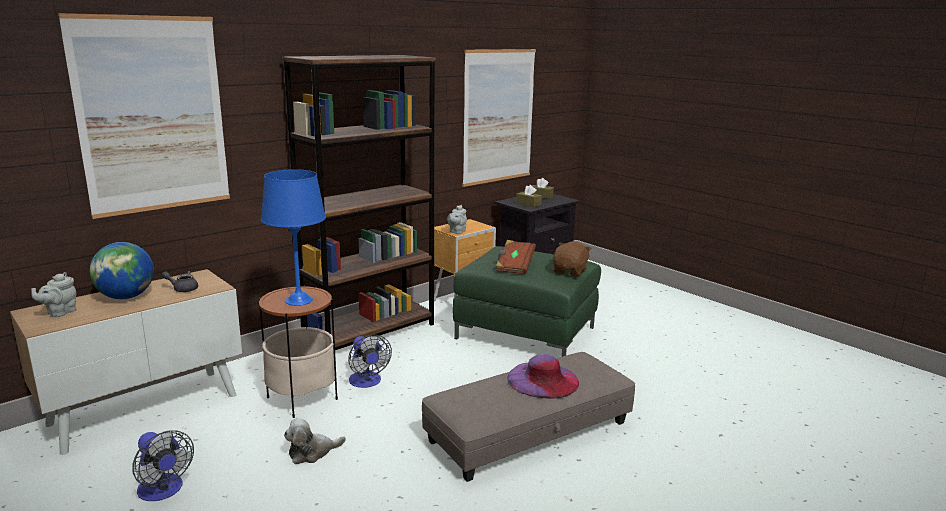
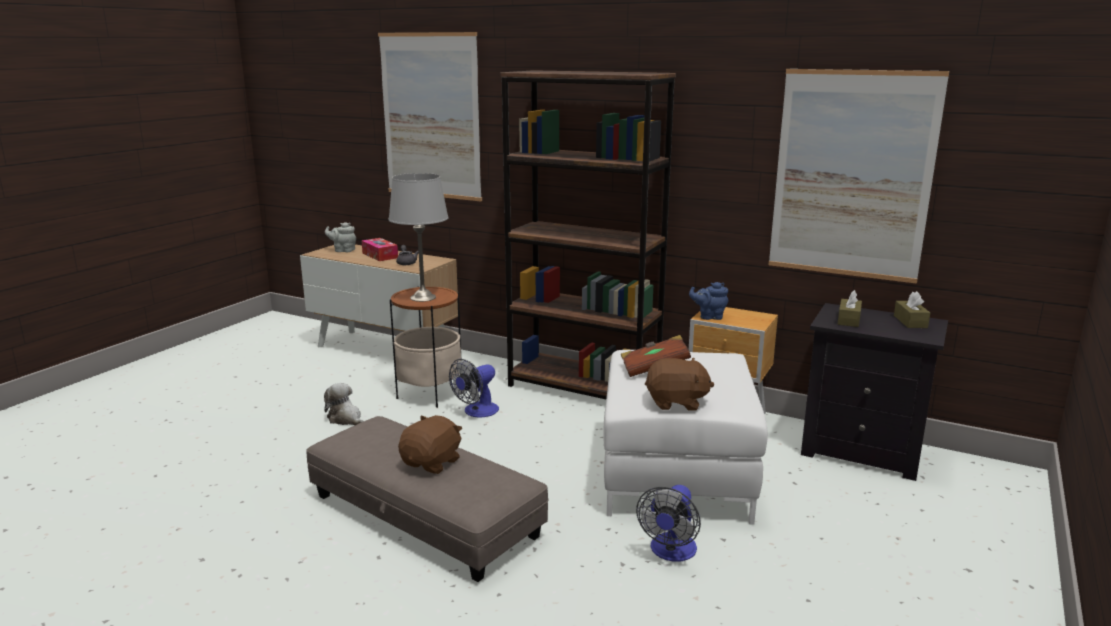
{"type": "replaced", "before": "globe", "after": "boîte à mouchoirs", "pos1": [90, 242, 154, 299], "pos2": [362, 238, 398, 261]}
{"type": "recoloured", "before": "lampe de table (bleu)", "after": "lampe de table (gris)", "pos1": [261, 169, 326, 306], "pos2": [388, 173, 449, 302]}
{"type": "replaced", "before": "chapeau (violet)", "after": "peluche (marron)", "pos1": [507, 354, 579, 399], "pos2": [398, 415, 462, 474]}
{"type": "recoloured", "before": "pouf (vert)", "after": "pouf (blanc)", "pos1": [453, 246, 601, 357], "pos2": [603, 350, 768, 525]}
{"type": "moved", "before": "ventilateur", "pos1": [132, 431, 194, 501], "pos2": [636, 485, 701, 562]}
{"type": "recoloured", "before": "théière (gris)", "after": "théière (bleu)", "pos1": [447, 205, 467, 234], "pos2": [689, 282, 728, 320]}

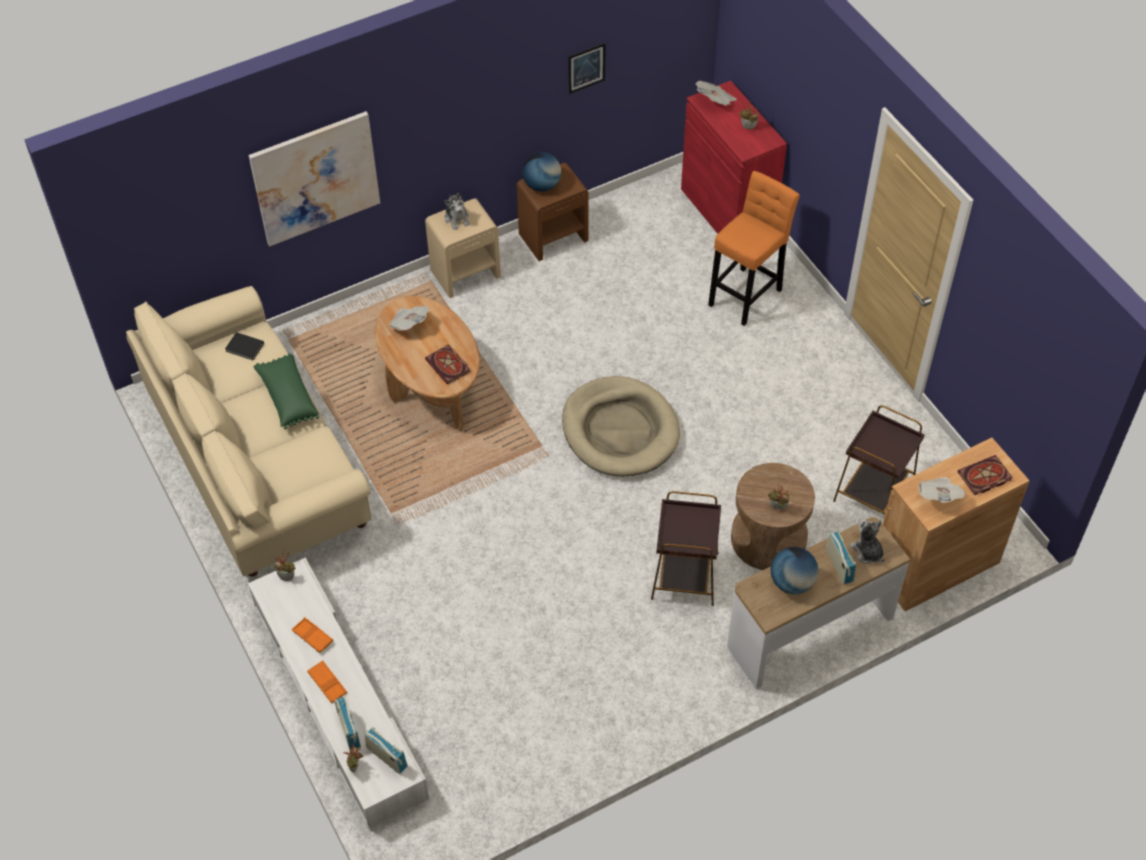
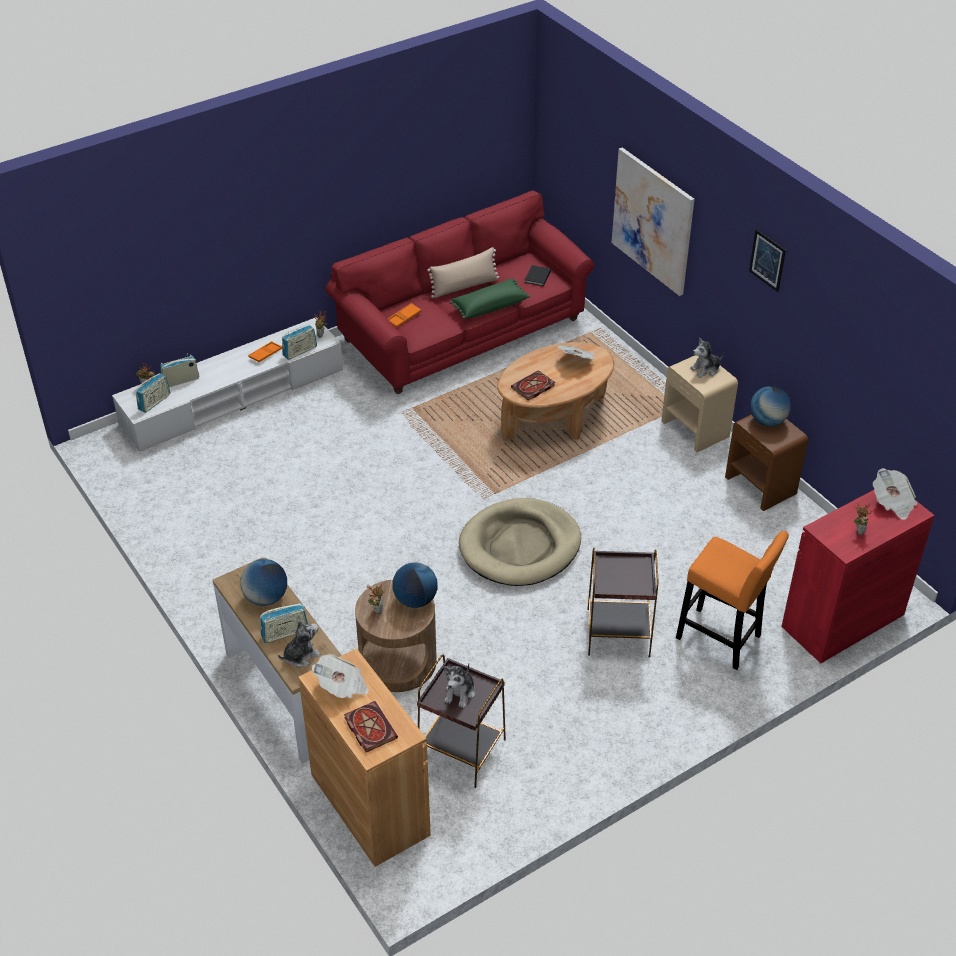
{"type": "added", "after": "radio", "pos2": [282, 325, 317, 360]}
{"type": "recoloured", "before": "canapé (beige)", "after": "canapé (rouge)", "pos1": [126, 286, 371, 577], "pos2": [325, 191, 594, 394]}
{"type": "moved", "before": "plateau (orange)", "pos1": [307, 660, 347, 703], "pos2": [388, 303, 421, 327]}
{"type": "added", "after": "globe", "pos2": [392, 562, 438, 608]}
{"type": "added", "after": "coussin (beige)", "pos2": [427, 247, 499, 298]}
{"type": "added", "after": "peluche", "pos2": [443, 663, 476, 708]}
{"type": "moved", "before": "table d'appoint (marron)", "pos1": [651, 491, 721, 606], "pos2": [587, 548, 658, 658]}
{"type": "moved", "before": "tableau", "pos1": [568, 43, 606, 94], "pos2": [749, 229, 786, 292]}

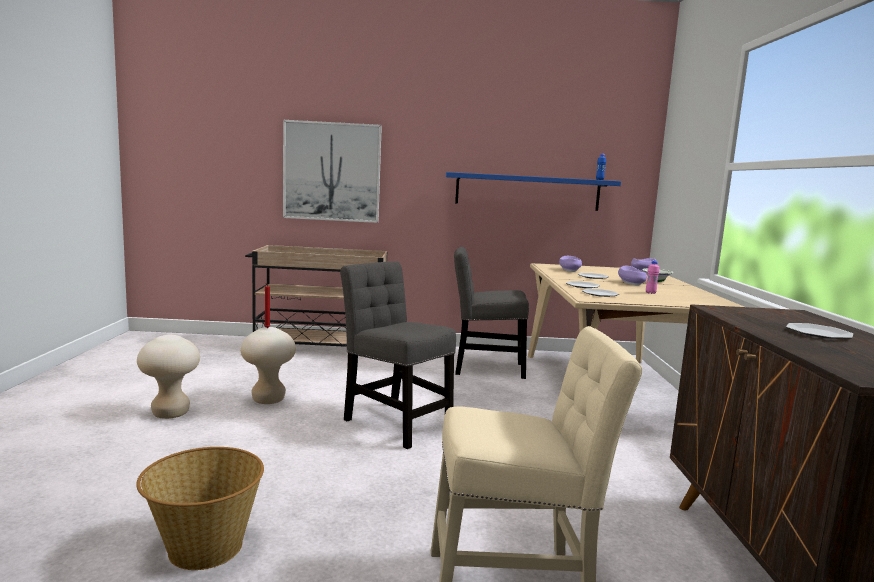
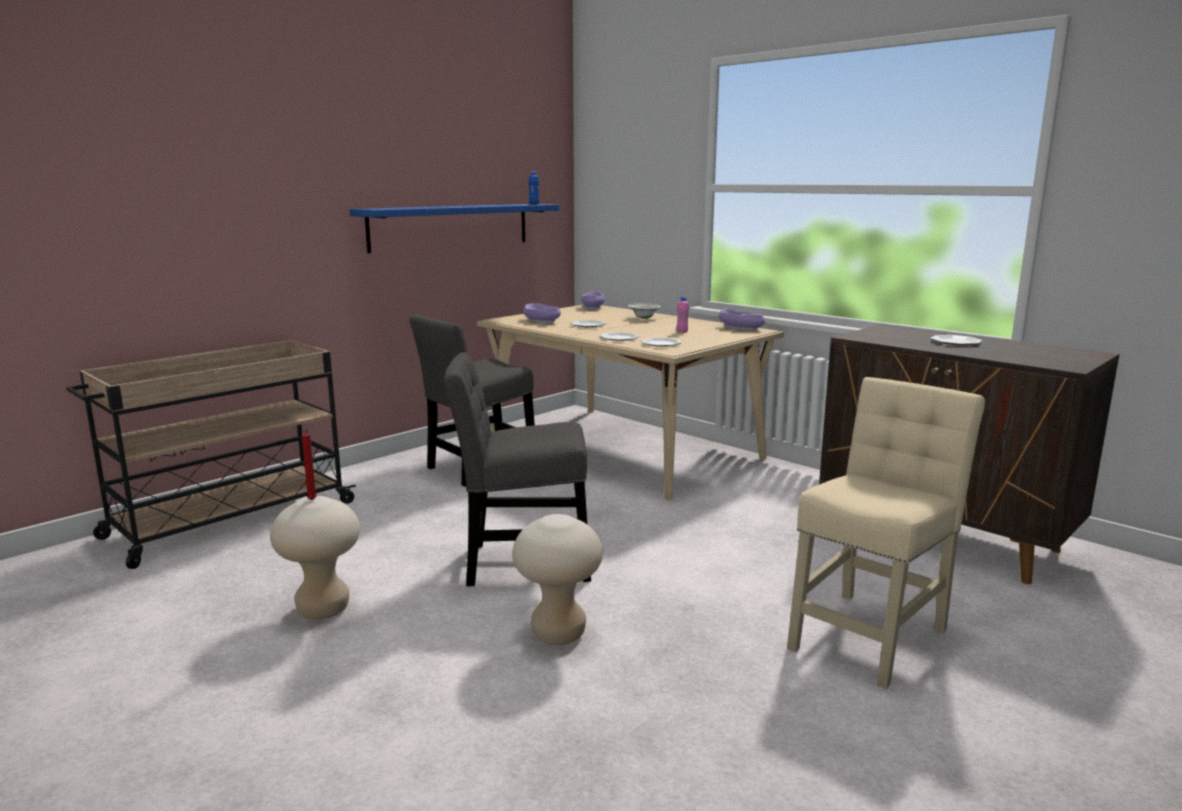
{"type": "moved", "before": "tabouret (beige)", "pos1": [137, 335, 200, 419], "pos2": [512, 514, 603, 645]}
{"type": "moved", "before": "bol (violet)", "pos1": [618, 265, 647, 286], "pos2": [718, 309, 765, 330]}
{"type": "removed", "before": "panier", "pos1": [136, 447, 264, 570]}
{"type": "removed", "before": "tableau", "pos1": [283, 120, 382, 223]}

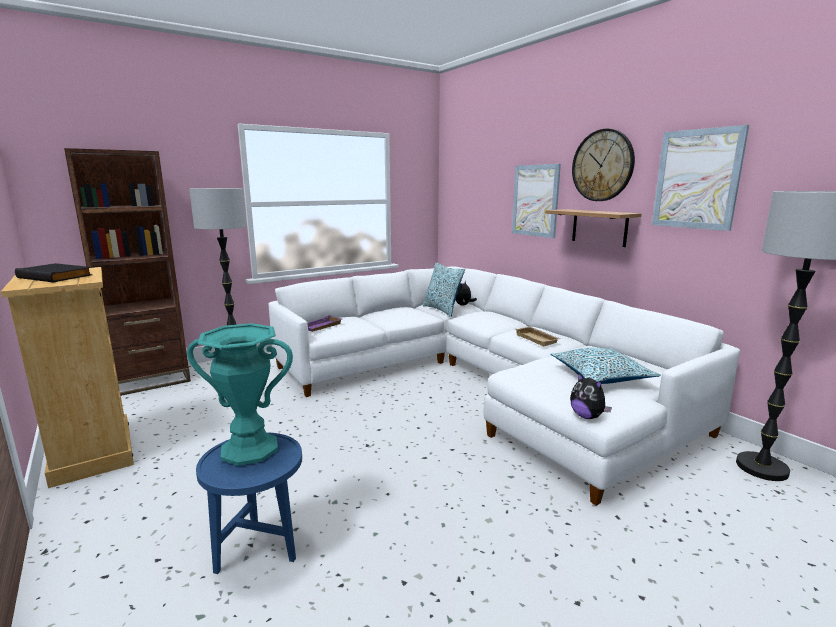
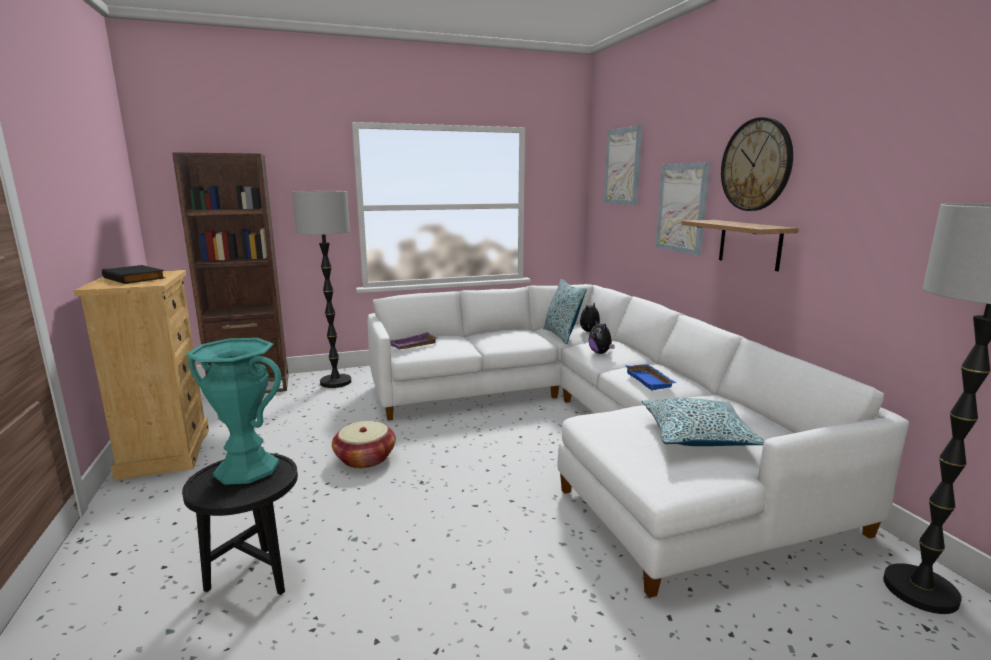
{"type": "recoloured", "before": "table d'appoint (bleu)", "after": "table d'appoint (noir)", "pos1": [196, 433, 302, 574], "pos2": [182, 453, 298, 595]}
{"type": "added", "after": "panier", "pos2": [332, 421, 396, 468]}
{"type": "moved", "before": "peluche", "pos1": [570, 372, 612, 419], "pos2": [589, 320, 615, 354]}
{"type": "moved", "before": "tableau", "pos1": [652, 125, 749, 231], "pos2": [604, 125, 642, 205]}
{"type": "recoloured", "before": "plateau (beige)", "after": "plateau (bleu)", "pos1": [515, 327, 560, 346], "pos2": [625, 364, 676, 390]}

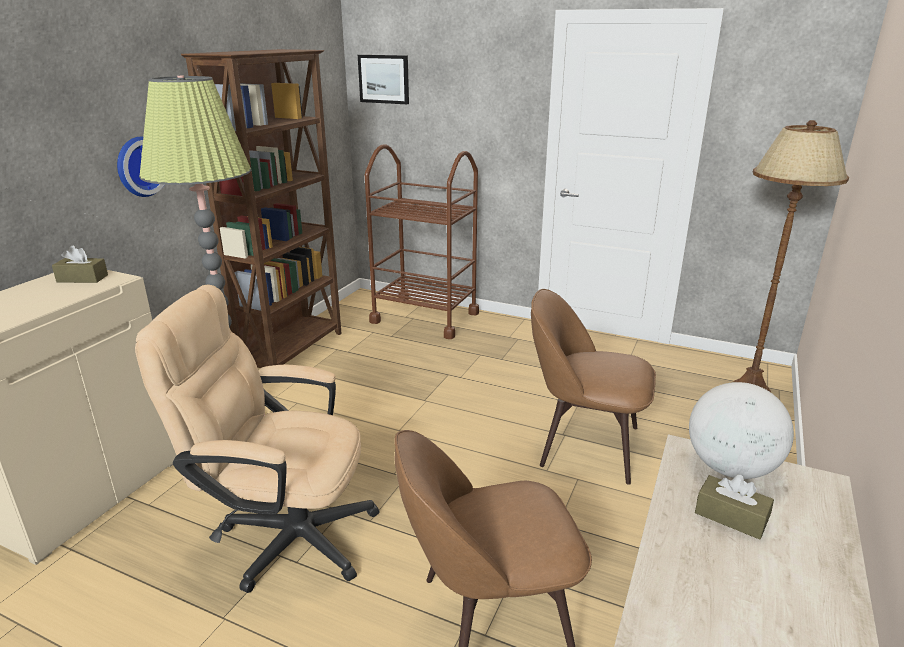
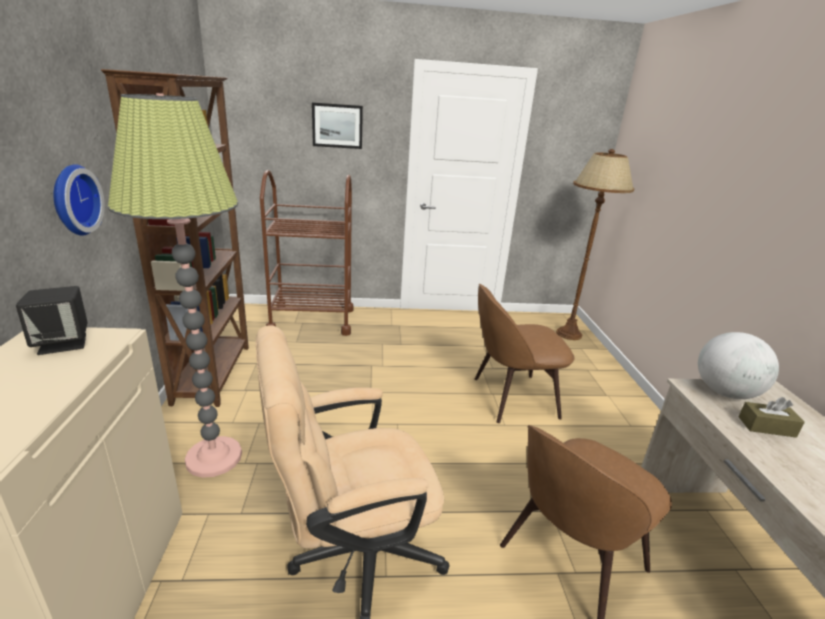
{"type": "replaced", "before": "boîte à mouchoirs (marron)", "after": "enceinte (noir)", "pos1": [52, 246, 108, 283], "pos2": [16, 286, 87, 355]}
{"type": "moved", "before": "tableau", "pos1": [358, 55, 409, 104], "pos2": [312, 103, 363, 149]}

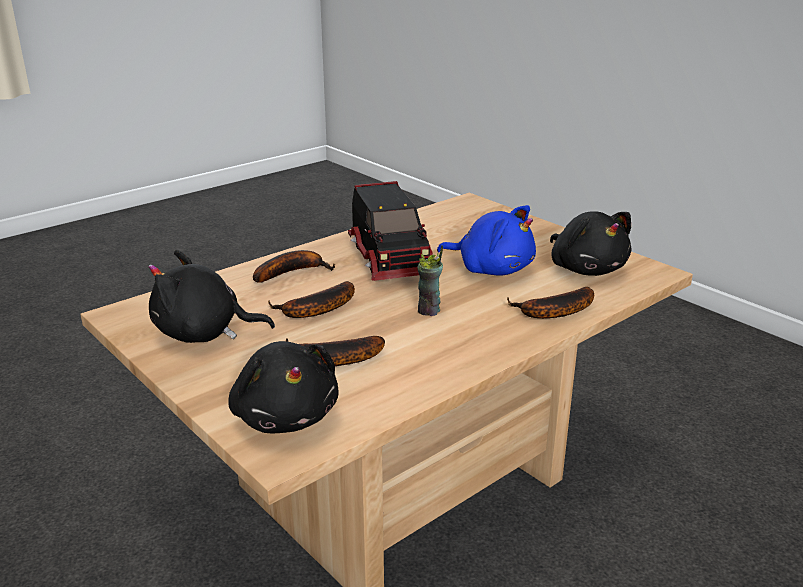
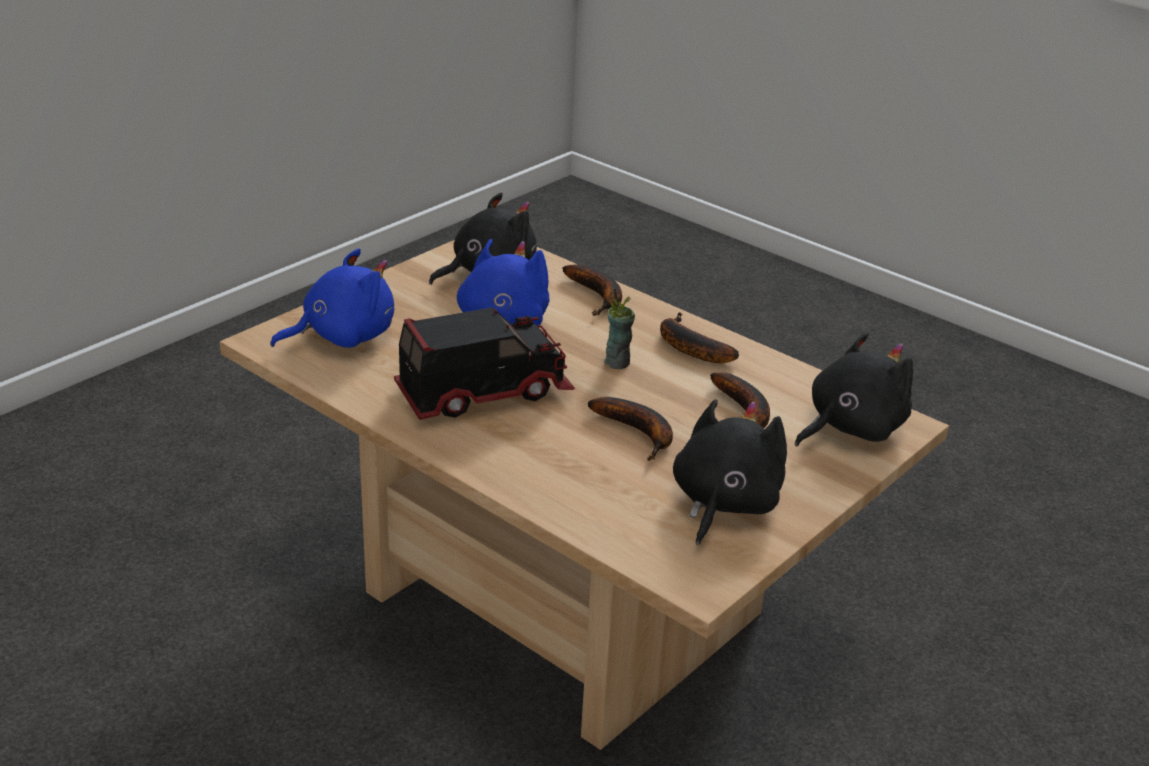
{"type": "added", "after": "peluche (bleu)", "pos2": [270, 248, 394, 348]}
{"type": "moved", "before": "banane", "pos1": [253, 250, 335, 283], "pos2": [660, 312, 739, 363]}
{"type": "turned", "before": "peluche (noir)", "pos1": [148, 250, 275, 343], "pos2": [673, 399, 787, 546], "turn": -150}

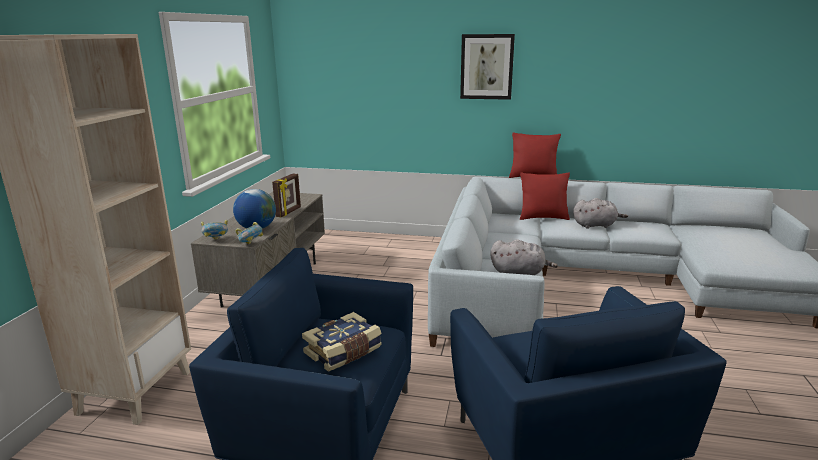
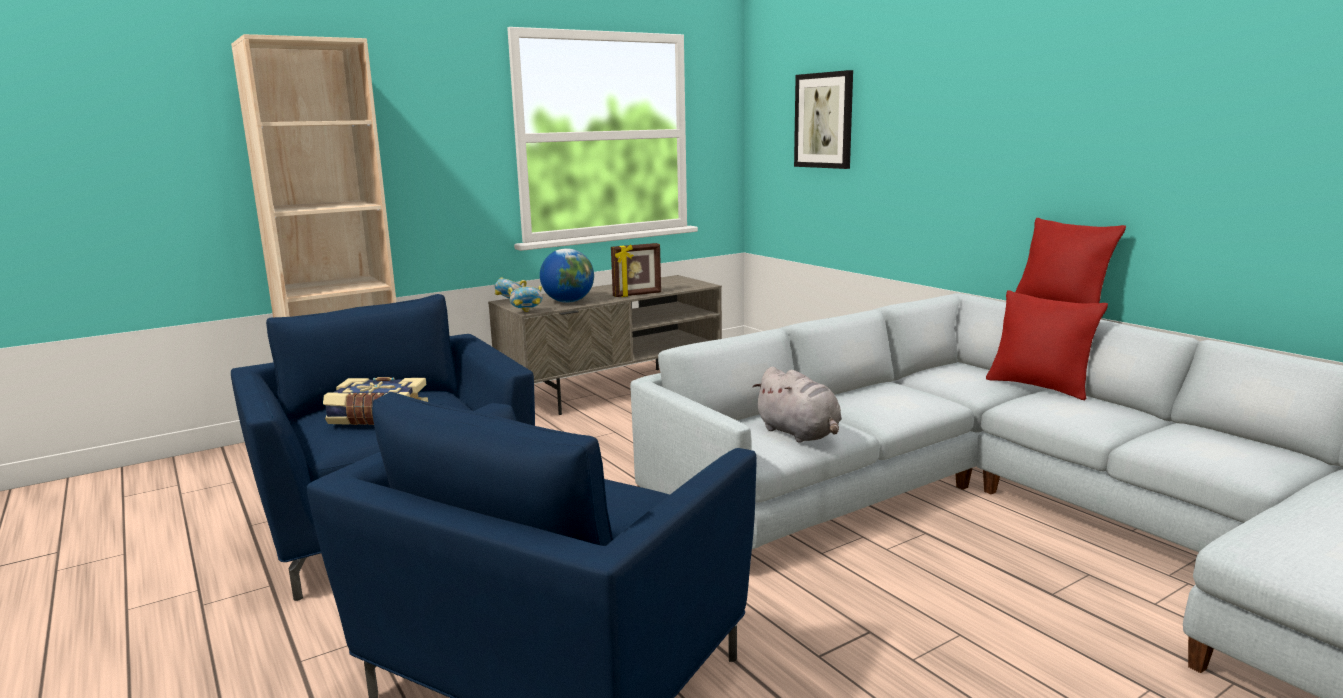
{"type": "moved", "before": "tableau", "pos1": [460, 34, 515, 100], "pos2": [794, 70, 853, 169]}
{"type": "removed", "before": "peluche (gris)", "pos1": [573, 198, 628, 229]}

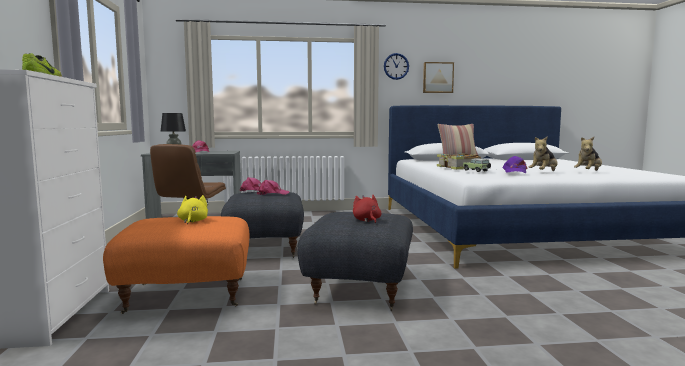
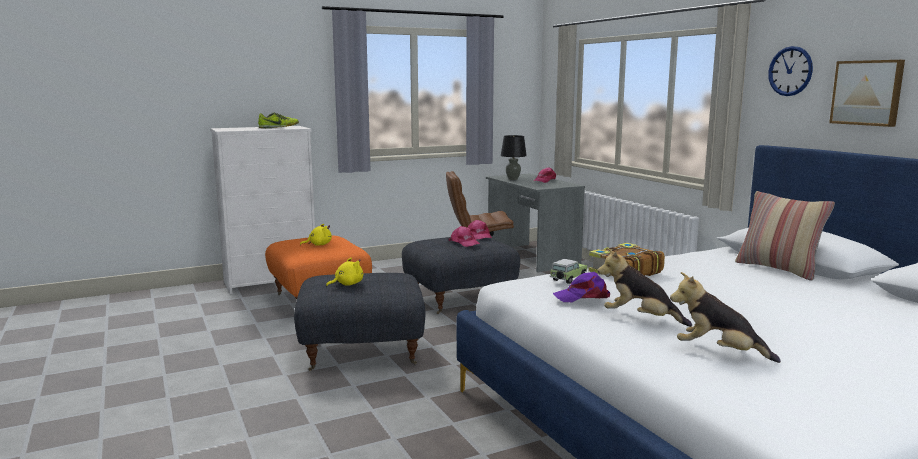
{"type": "recoloured", "before": "peluche (rouge)", "after": "peluche (jaune)", "pos1": [353, 195, 382, 223], "pos2": [326, 257, 363, 287]}

